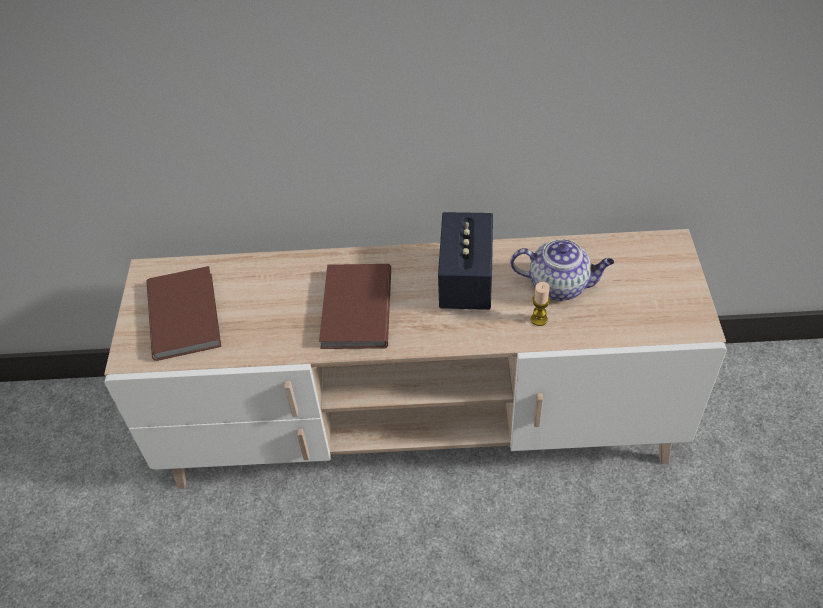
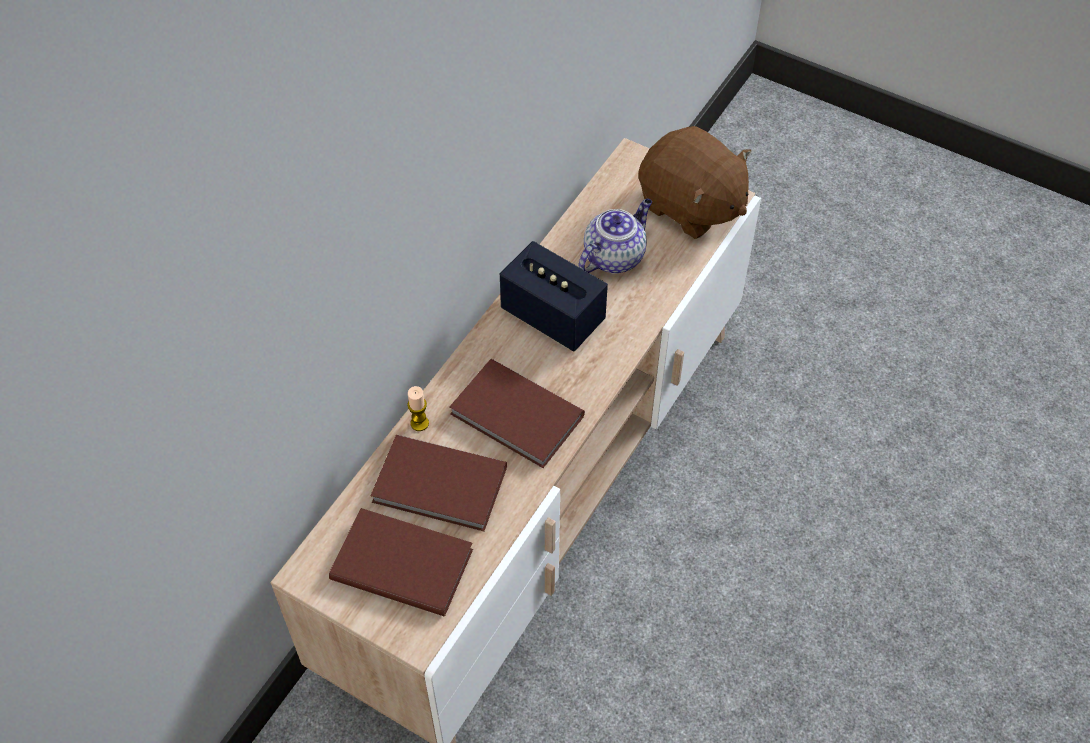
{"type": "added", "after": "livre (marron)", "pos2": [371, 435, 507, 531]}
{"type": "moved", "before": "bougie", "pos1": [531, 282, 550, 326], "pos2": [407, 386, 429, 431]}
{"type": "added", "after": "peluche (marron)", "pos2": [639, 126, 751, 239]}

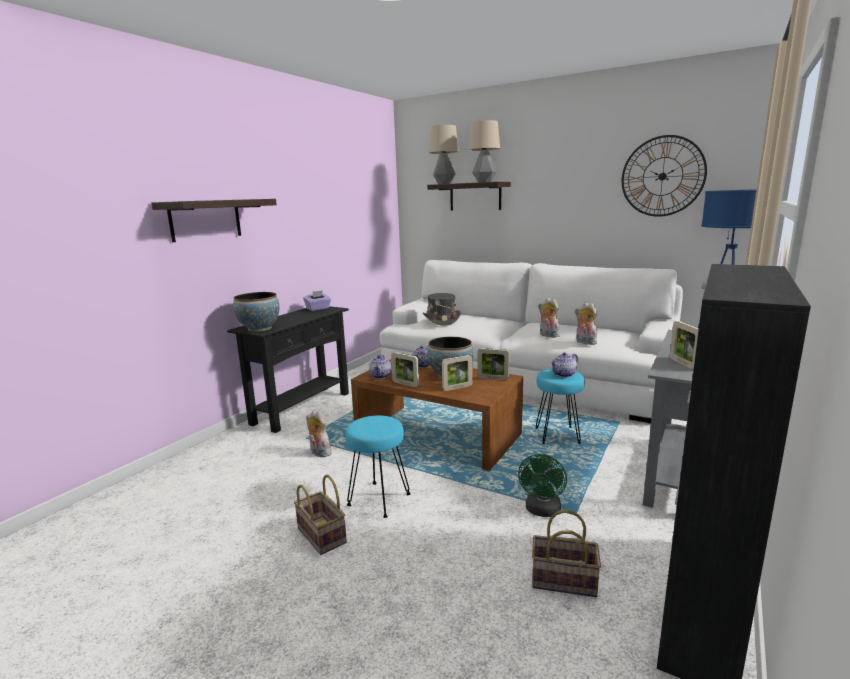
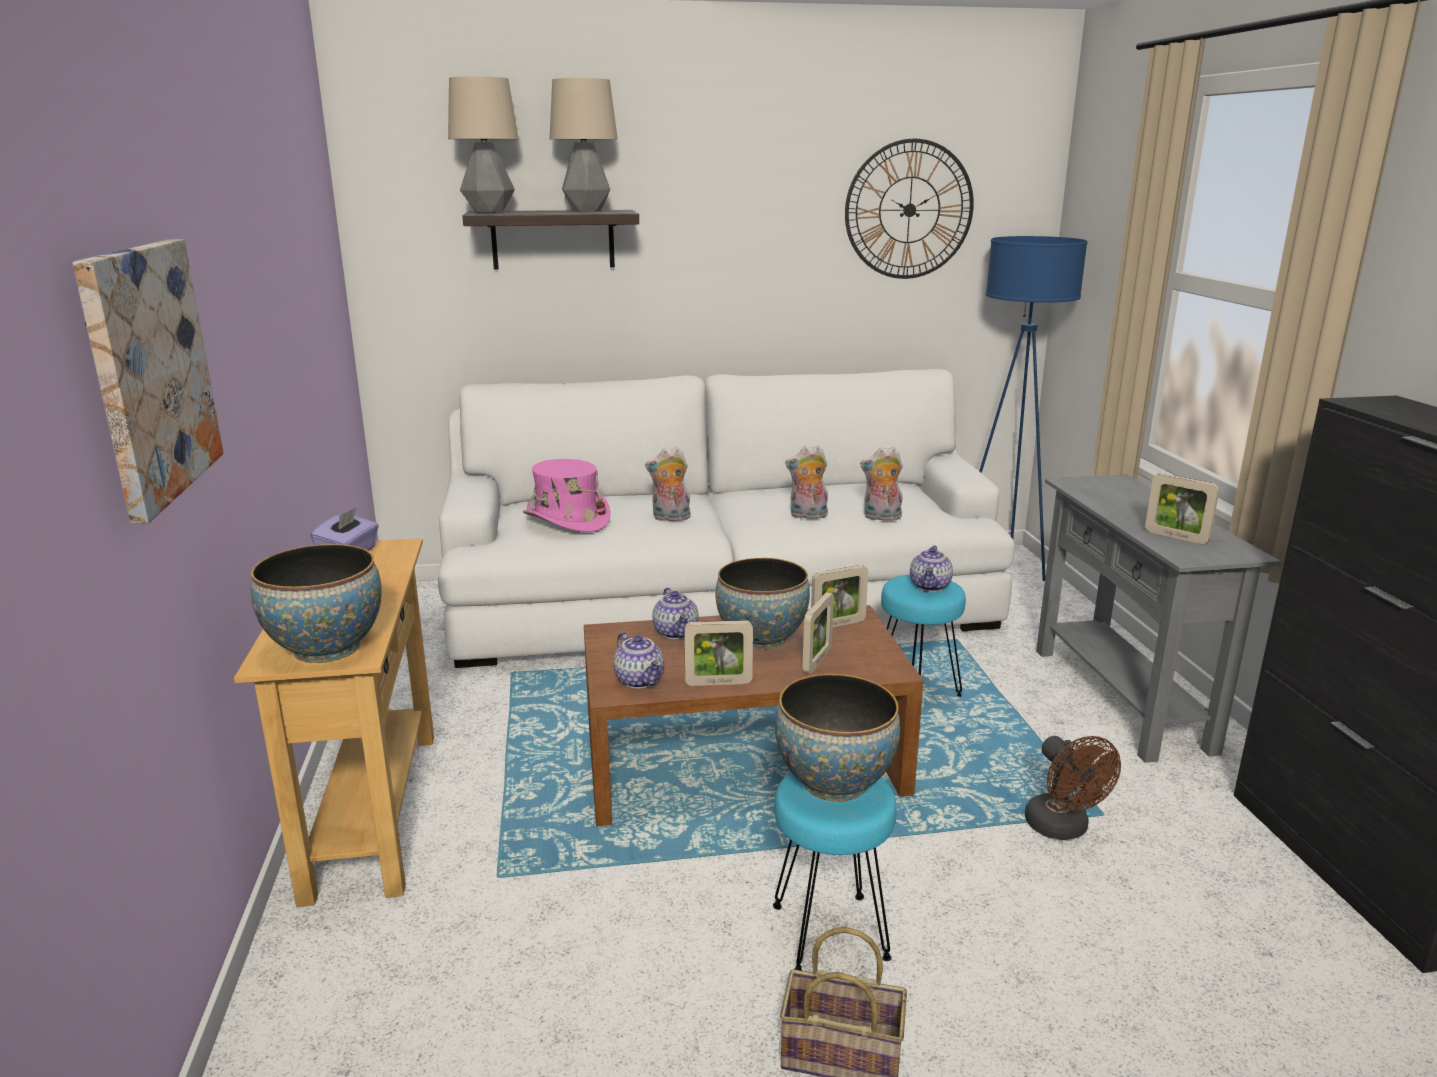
{"type": "replaced", "before": "étagère", "after": "tableau", "pos1": [151, 199, 277, 242], "pos2": [73, 239, 223, 524]}
{"type": "recoloured", "before": "table console (noir)", "after": "table console (beige)", "pos1": [227, 306, 349, 433], "pos2": [234, 538, 434, 907]}
{"type": "recoloured", "before": "chapeau (gris)", "after": "chapeau (rose)", "pos1": [423, 293, 461, 326], "pos2": [523, 459, 611, 532]}
{"type": "moved", "before": "peluche", "pos1": [306, 410, 331, 457], "pos2": [645, 447, 692, 521]}
{"type": "added", "after": "bol", "pos2": [775, 674, 900, 802]}
{"type": "recoloured", "before": "ventilateur (vert)", "after": "ventilateur (marron)", "pos1": [518, 454, 567, 517], "pos2": [1025, 736, 1121, 840]}
{"type": "removed", "before": "panier", "pos1": [532, 510, 601, 597]}

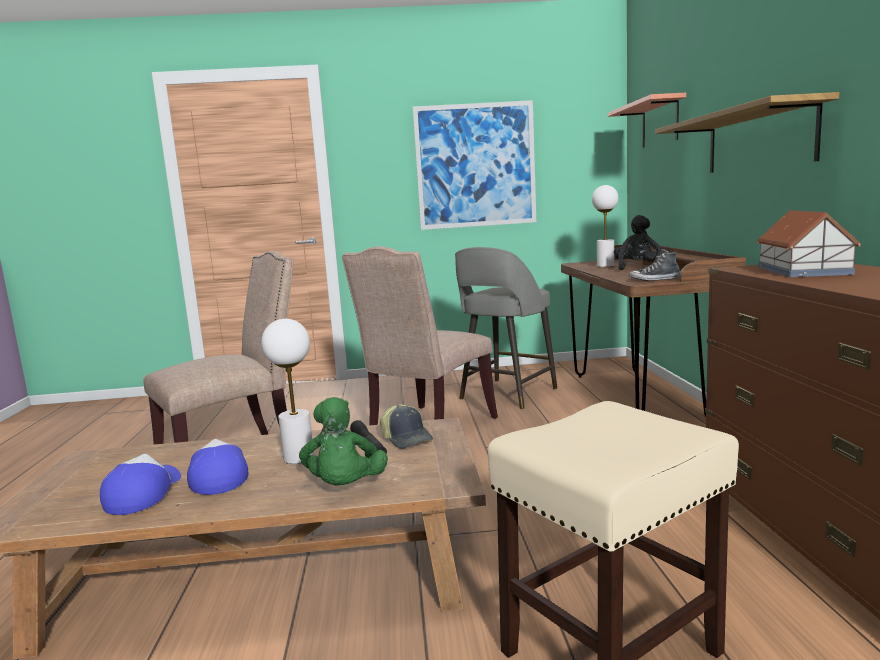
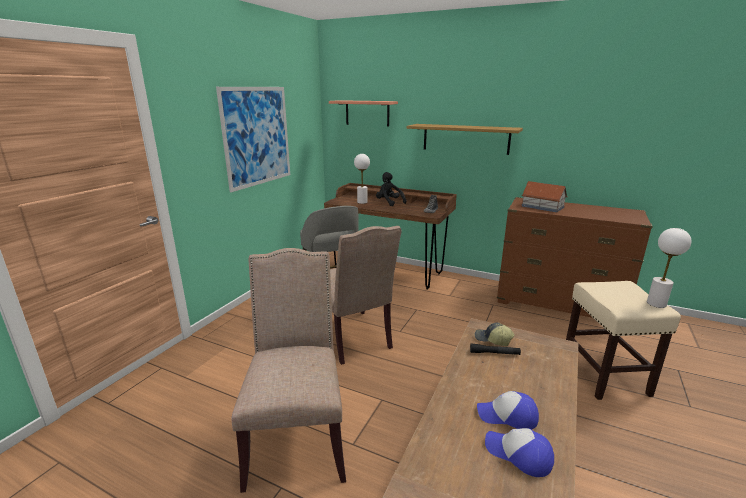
{"type": "turned", "before": "casquette", "pos1": [380, 404, 433, 449], "pos2": [475, 322, 515, 346], "turn": -150}
{"type": "moved", "before": "lampe de table (blanc)", "pos1": [261, 319, 314, 464], "pos2": [647, 228, 692, 308]}
{"type": "removed", "before": "peluche (vert)", "pos1": [299, 397, 388, 485]}

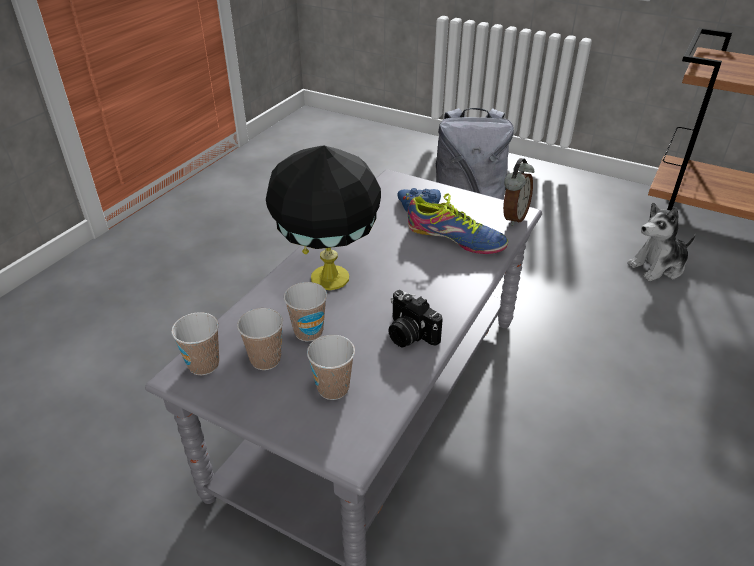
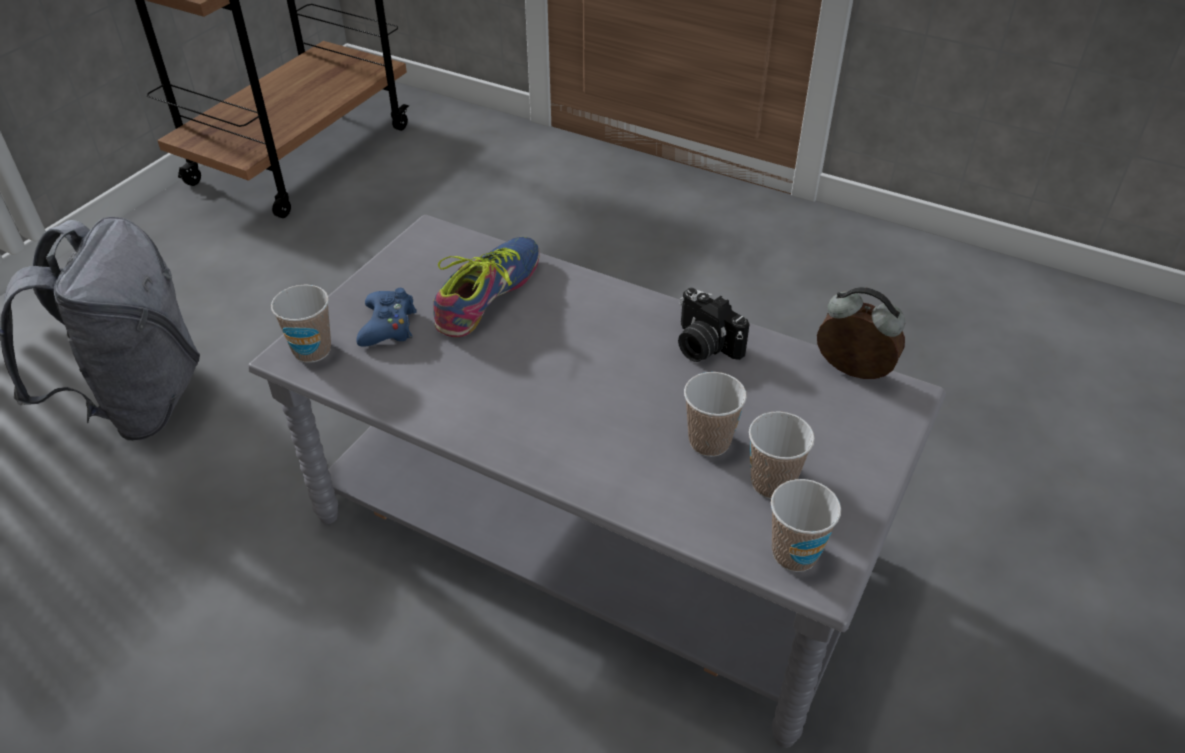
{"type": "moved", "before": "tasse", "pos1": [307, 335, 355, 400], "pos2": [271, 284, 331, 363]}
{"type": "turned", "before": "appareil photo", "pos1": [388, 290, 443, 347], "pos2": [678, 288, 750, 362], "turn": 90}
{"type": "moved", "before": "réveil", "pos1": [503, 158, 534, 226], "pos2": [817, 287, 905, 379]}
{"type": "removed", "before": "lampe de table (noir)", "pos1": [266, 145, 381, 290]}
{"type": "removed", "before": "peluche", "pos1": [627, 203, 696, 281]}

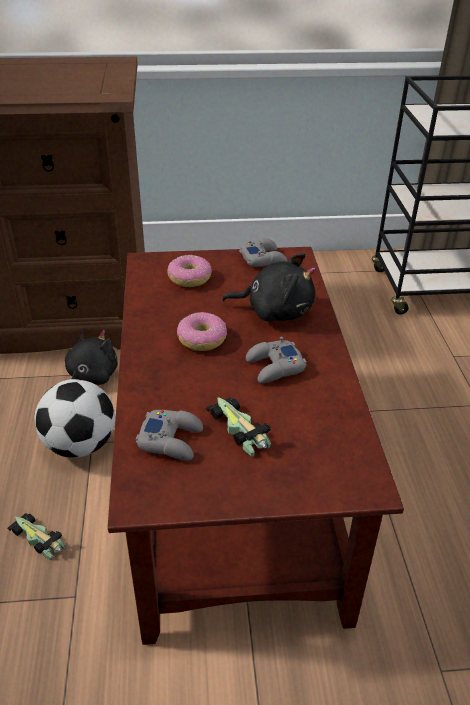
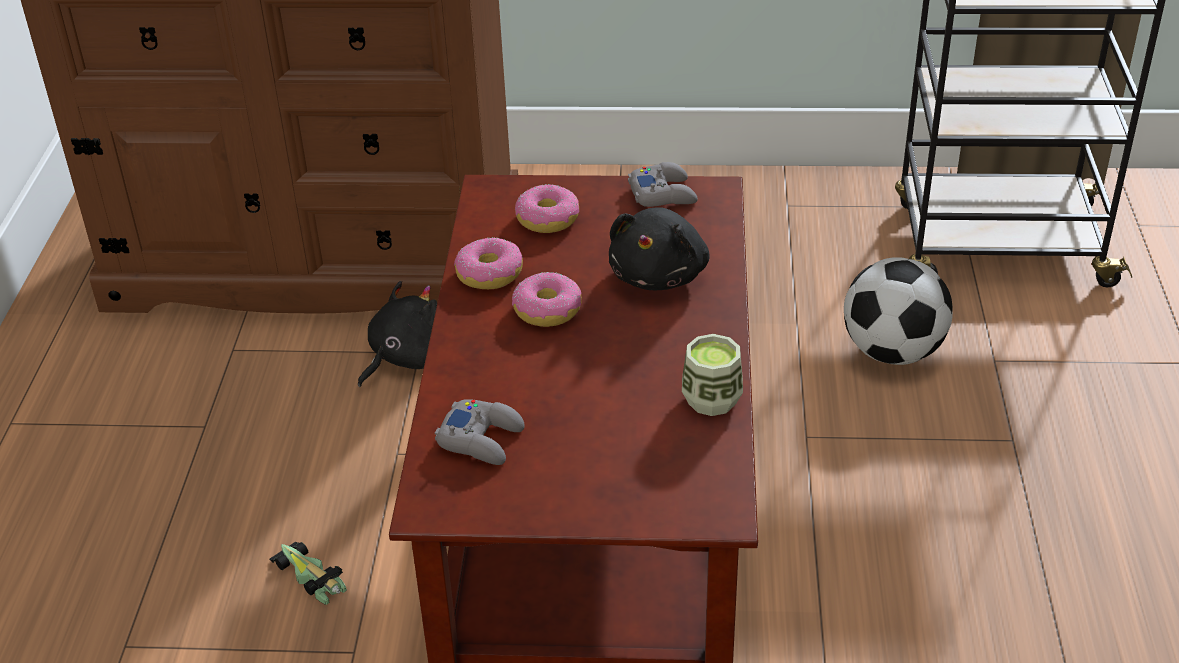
{"type": "added", "after": "beignet", "pos2": [454, 237, 523, 289]}
{"type": "turned", "before": "peluche (noir)", "pos1": [222, 253, 316, 322], "pos2": [609, 207, 710, 290], "turn": 90}
{"type": "added", "after": "tasse", "pos2": [682, 334, 743, 416]}
{"type": "moved", "before": "ballon de foot", "pos1": [34, 379, 115, 458], "pos2": [844, 257, 953, 365]}
{"type": "removed", "before": "petite voiture", "pos1": [206, 397, 271, 456]}
{"type": "removed", "before": "manette (gris)", "pos1": [246, 336, 307, 384]}

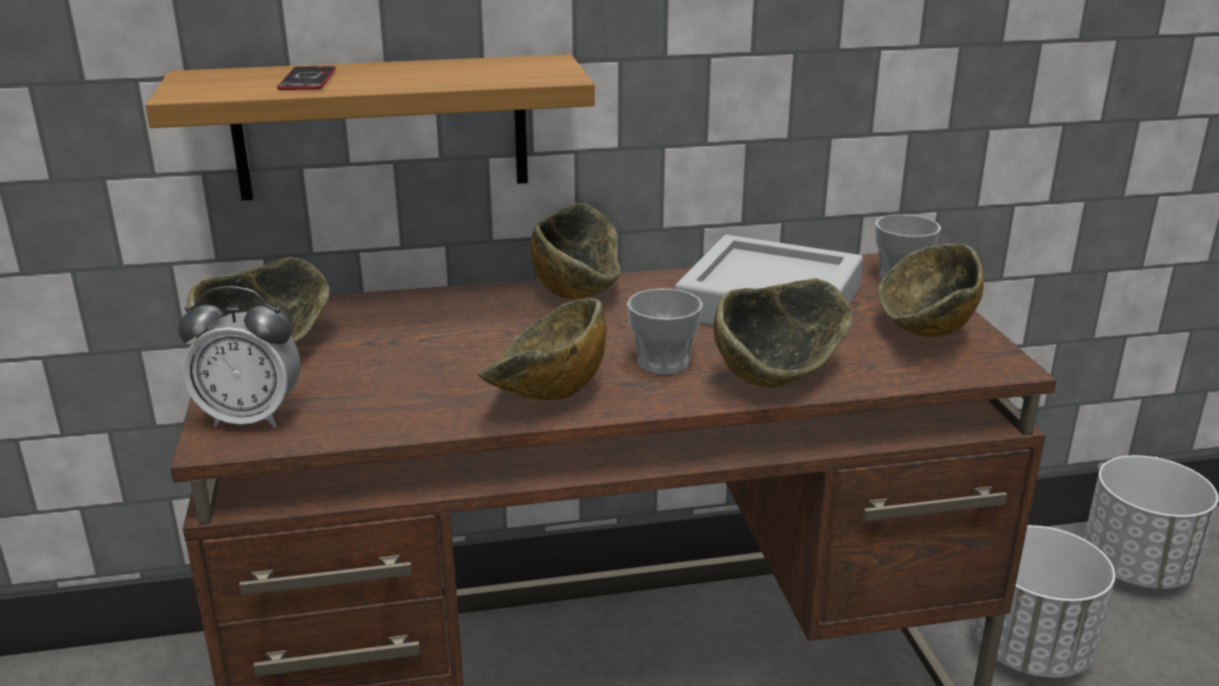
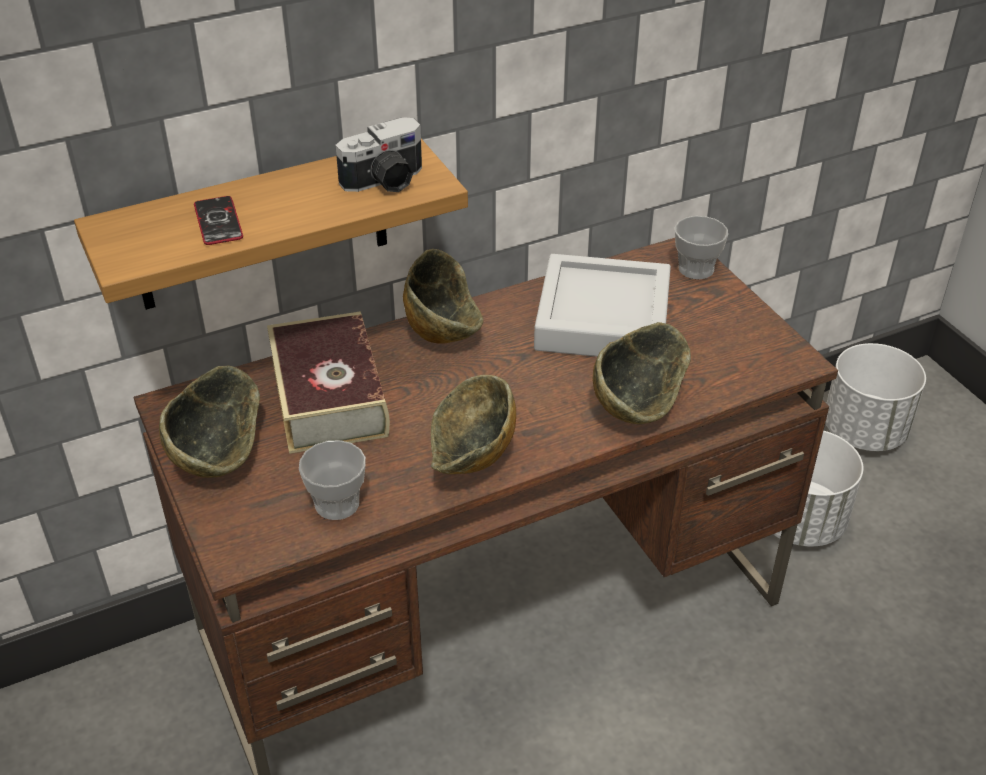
{"type": "added", "after": "livre", "pos2": [267, 311, 390, 454]}
{"type": "moved", "before": "tasse", "pos1": [627, 288, 703, 375], "pos2": [299, 440, 366, 520]}
{"type": "added", "after": "appareil photo", "pos2": [336, 117, 422, 192]}
{"type": "removed", "before": "réveil", "pos1": [178, 286, 300, 428]}
{"type": "removed", "before": "bol", "pos1": [877, 244, 984, 337]}

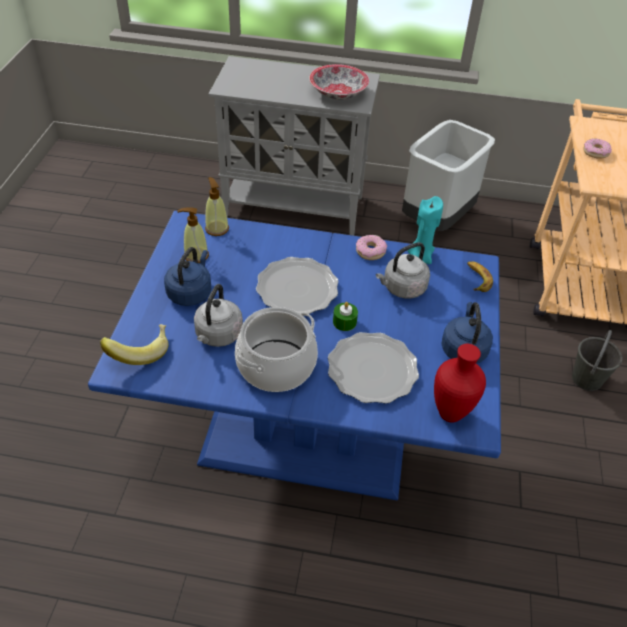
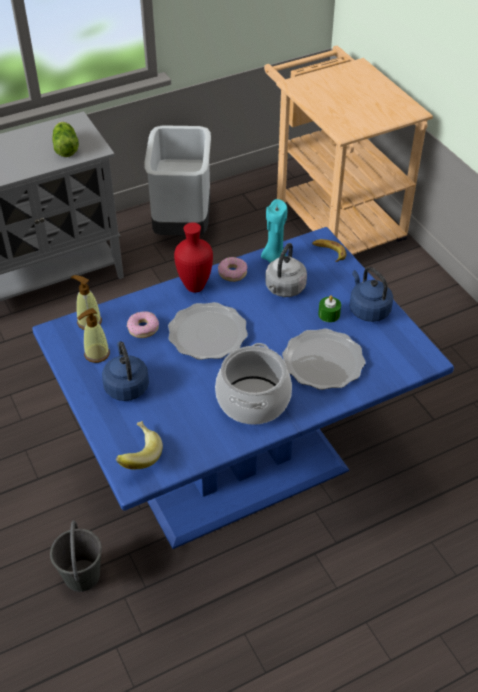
{"type": "moved", "before": "seau (gris)", "pos1": [572, 330, 623, 391], "pos2": [50, 520, 102, 592]}
{"type": "replaced", "before": "bol", "after": "laitue", "pos1": [309, 64, 369, 100], "pos2": [52, 122, 79, 157]}
{"type": "moved", "before": "beignet", "pos1": [583, 139, 612, 159], "pos2": [127, 311, 159, 338]}
{"type": "moved", "before": "vase (rouge)", "pos1": [434, 344, 486, 422], "pos2": [174, 222, 213, 293]}
{"type": "moved", "before": "bougie (vert)", "pos1": [333, 302, 358, 331], "pos2": [318, 295, 341, 322]}
{"type": "removed", "before": "bouilloire (gris)", "pos1": [194, 284, 243, 347]}

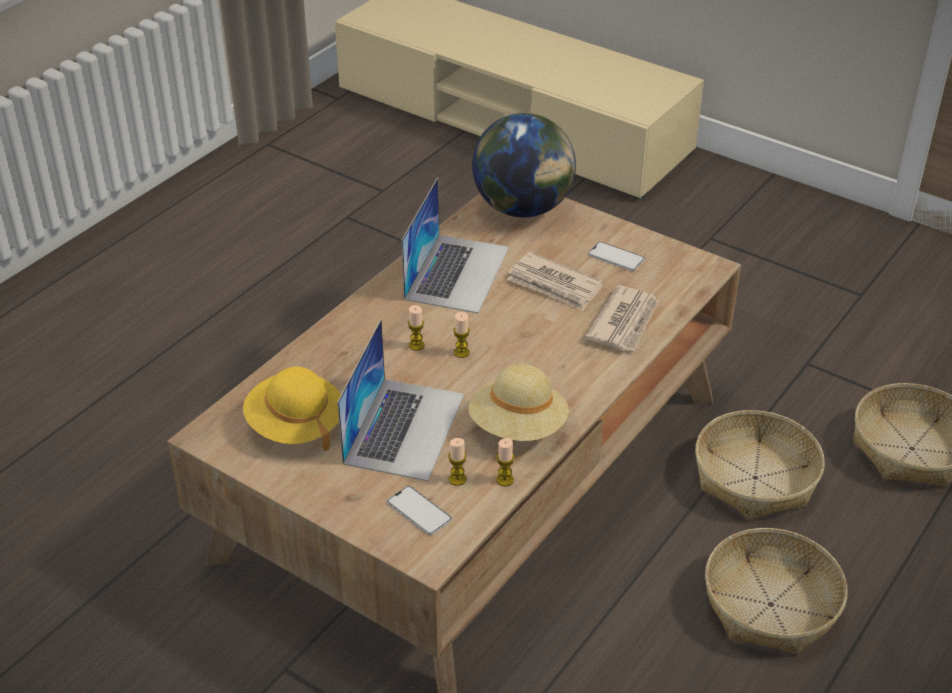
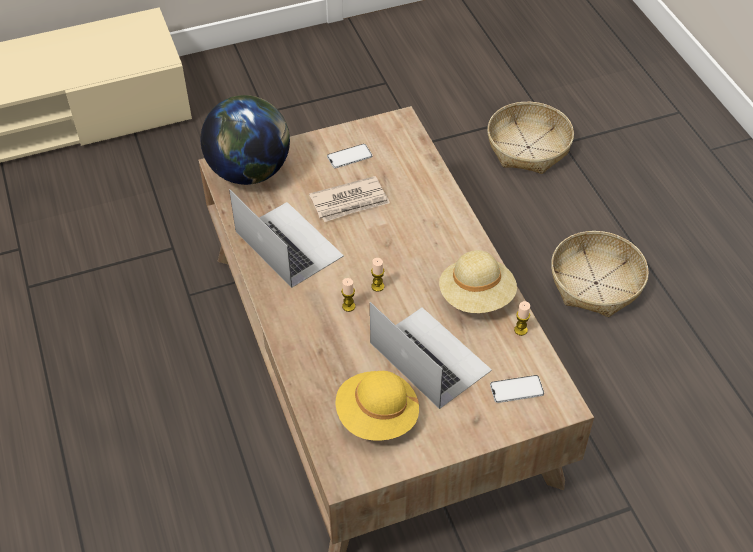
{"type": "removed", "before": "bougie", "pos1": [448, 438, 466, 486]}
{"type": "removed", "before": "journal", "pos1": [584, 285, 659, 351]}
{"type": "removed", "before": "panier", "pos1": [695, 410, 825, 520]}

